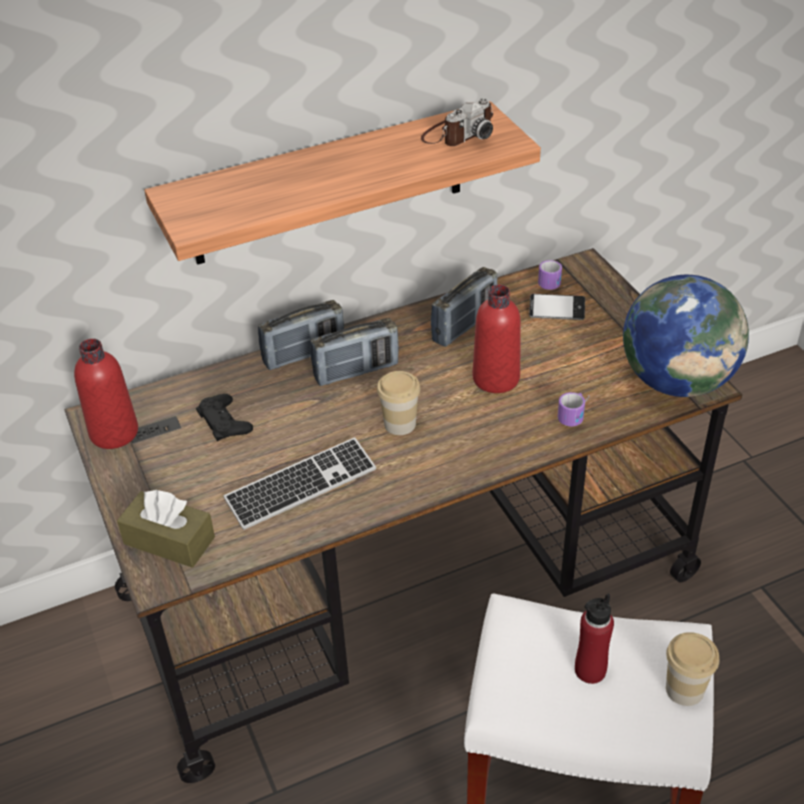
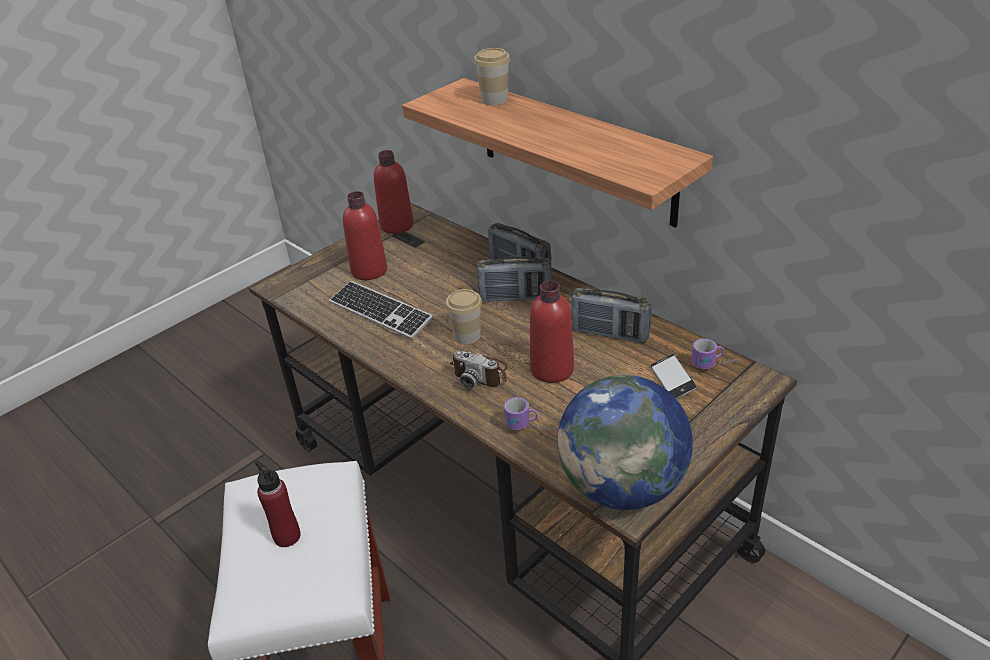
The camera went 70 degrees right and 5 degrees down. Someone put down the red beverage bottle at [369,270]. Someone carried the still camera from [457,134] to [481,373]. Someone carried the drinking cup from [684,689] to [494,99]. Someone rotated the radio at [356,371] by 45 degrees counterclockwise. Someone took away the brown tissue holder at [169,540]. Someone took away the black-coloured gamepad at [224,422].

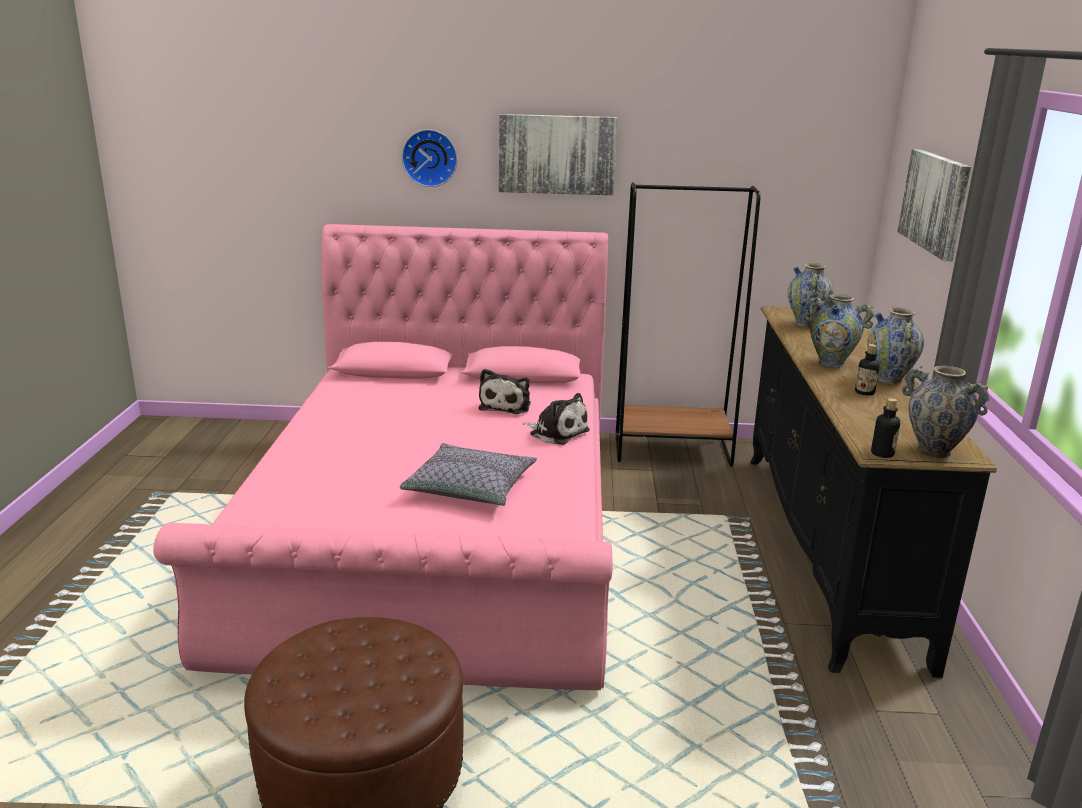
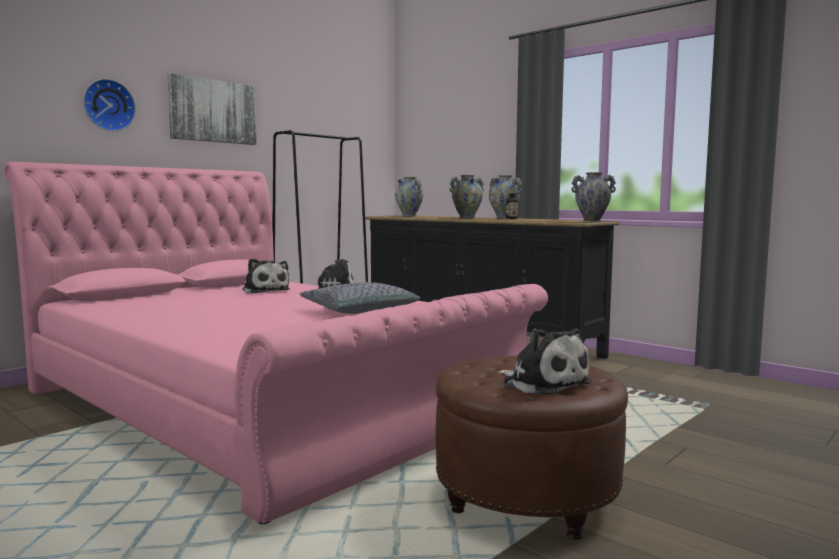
The camera went 50 degrees left and 15 degrees down. Someone put down the soft toy at [543,383]. Someone took away the beverage bottle at [882,453]. Someone took away the wall picture at [935,202].

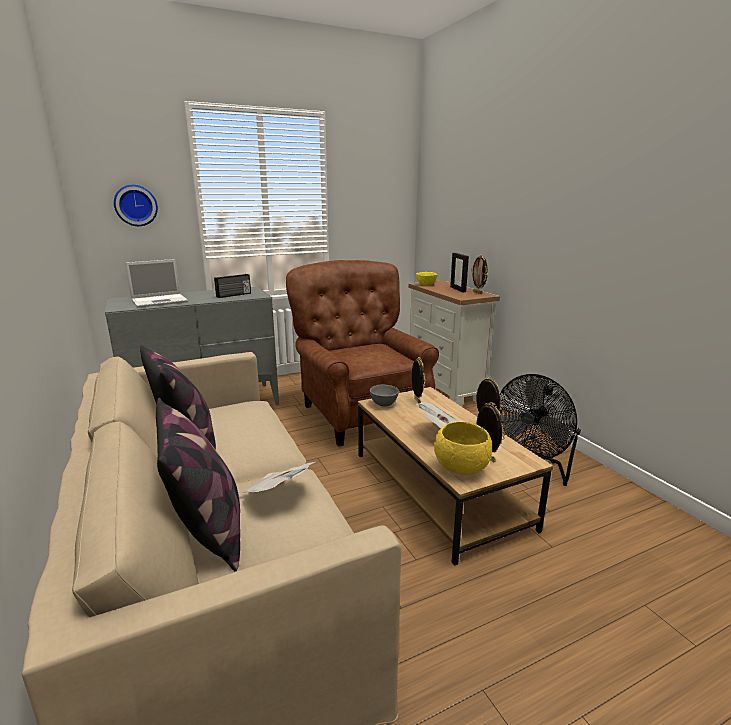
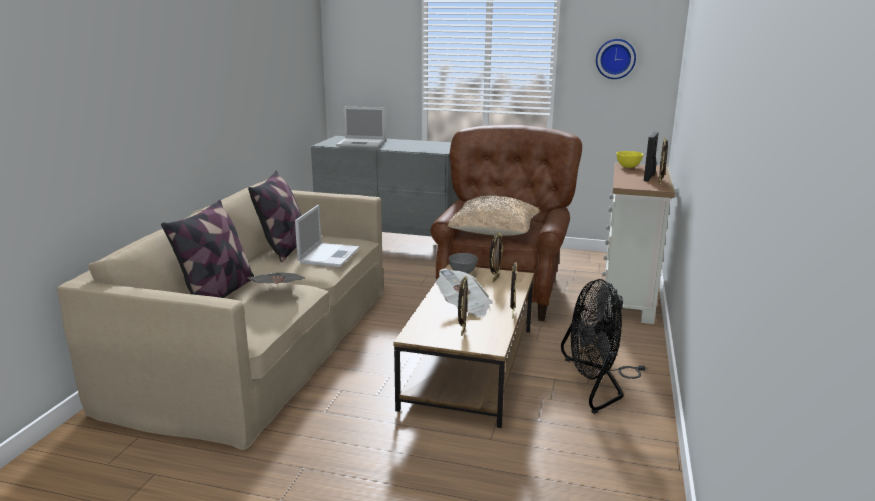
The camera went 40 degrees right and 0 degrees up. Someone put down the notebook computer at [329,255]. Someone put down the beige-coloured cushion at [494,229]. Someone carried the clock on the wall from [136,205] to [615,59]. Someone took away the radio at [234,295]. Someone took away the yellowish deep dish at [460,469].

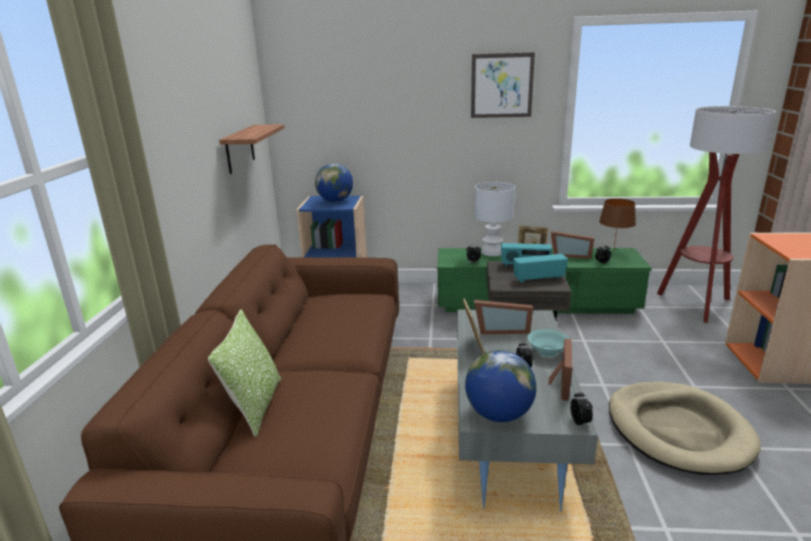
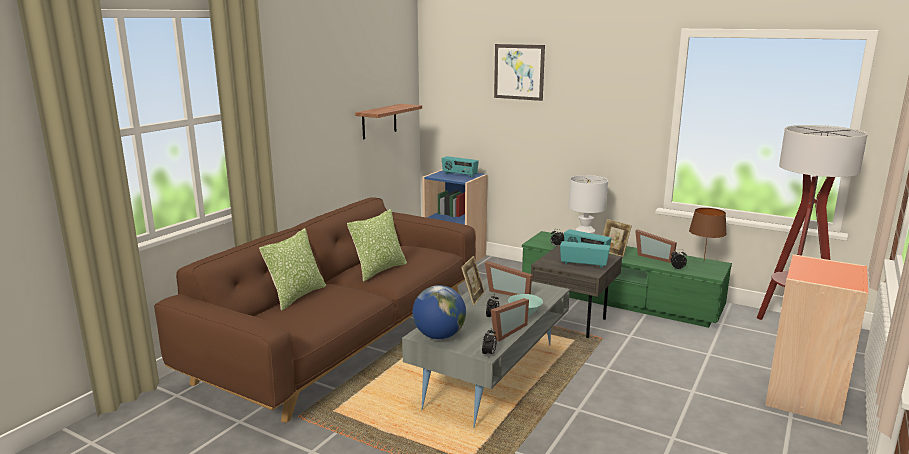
The camera went 25 degrees right and 5 degrees down. Someone put down the cushion at [379,270]. Someone swapped the globe at [335,201] for the radio at [459,175]. Someone carried the wall picture from [501,85] to [519,72]. Someone took away the beige-coloured dog cushion at [677,430].

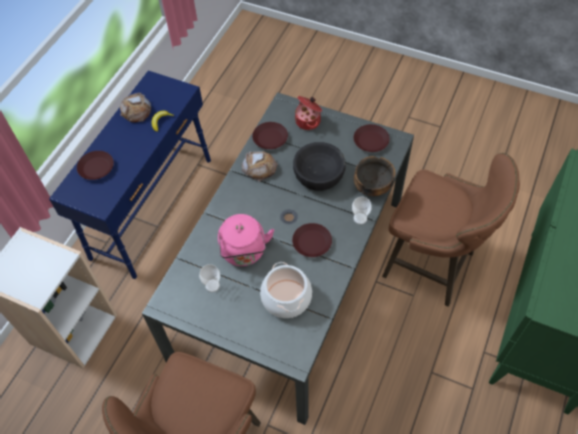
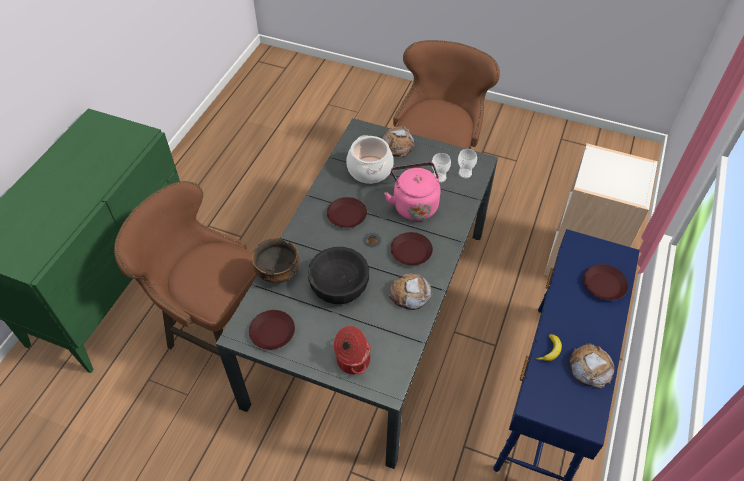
The camera went 175 degrees right and 5 degrees down. Someone put down the bread at [398,145]. Someone carried the brown flat dish from [270,138] to [411,251]. Someone carried the drinking cup from [360,218] to [465,173].

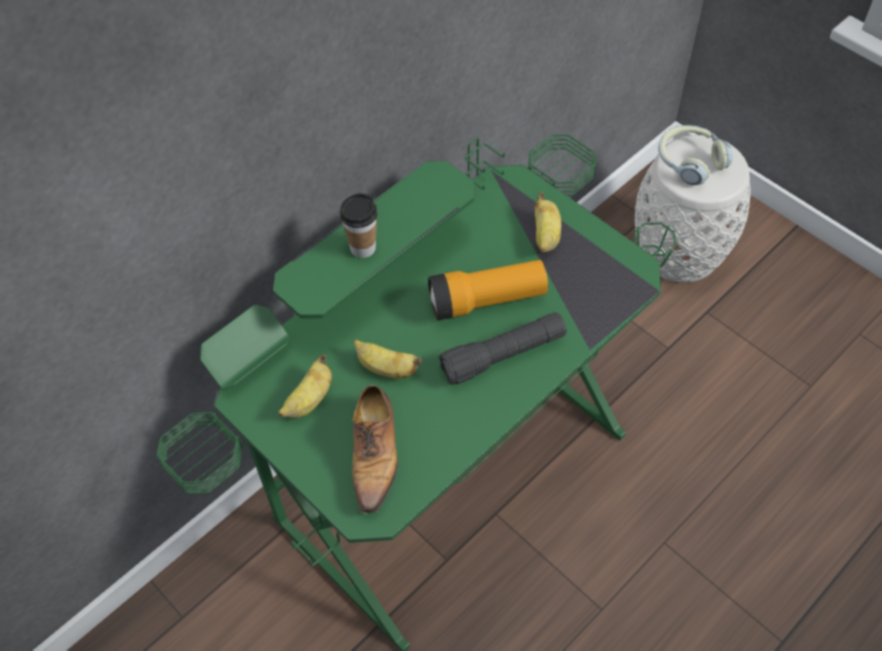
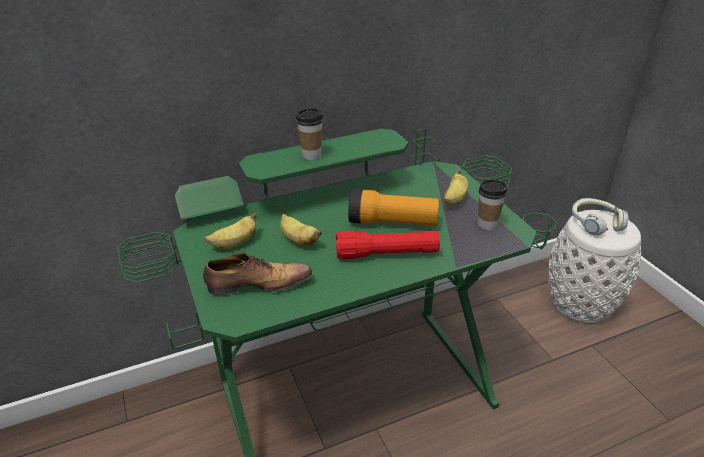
The camera went 20 degrees right and 20 degrees down. Someone rotated the shoe at [375,454] by 120 degrees counterclockwise. Someone repainted the black-coloured torch at [503,355], which became the red torch at [387,254]. Someone put down the drinking cup at [487,225].

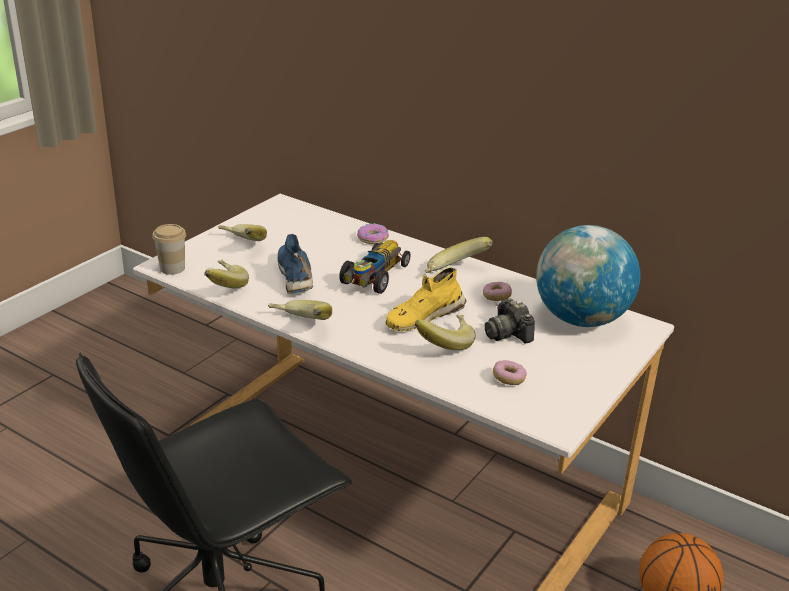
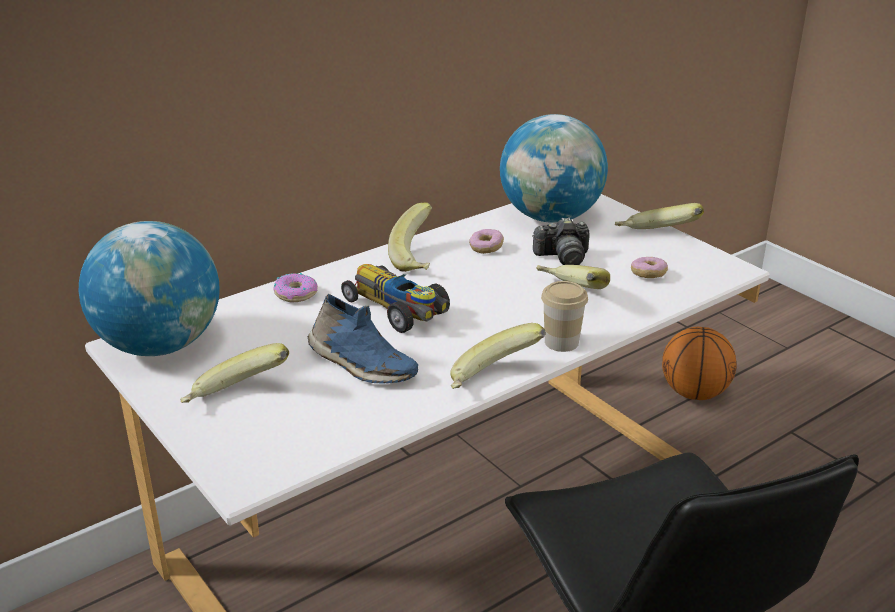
The camera went 70 degrees left and 0 degrees up. Someone put down the globe at [160,345]. Someone rotated the blue shoe at [296,276] by 150 degrees counterclockwise. Someone carried the drinking cup from [172,268] to [561,342]. Someone carried the banana fruit from [222,287] to [656,237]. Someone took away the yellowish shoe at [423,317].

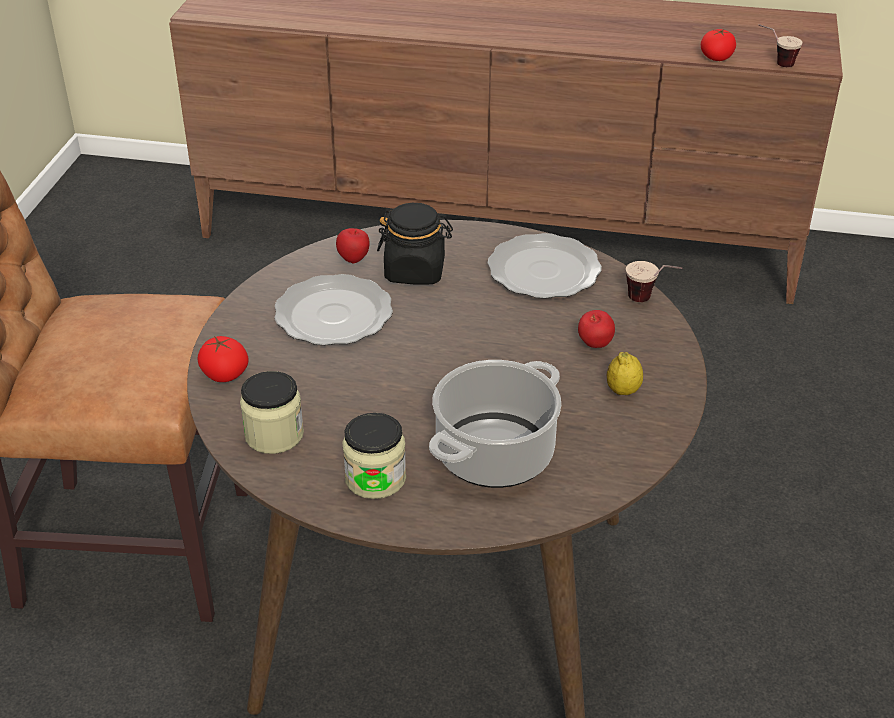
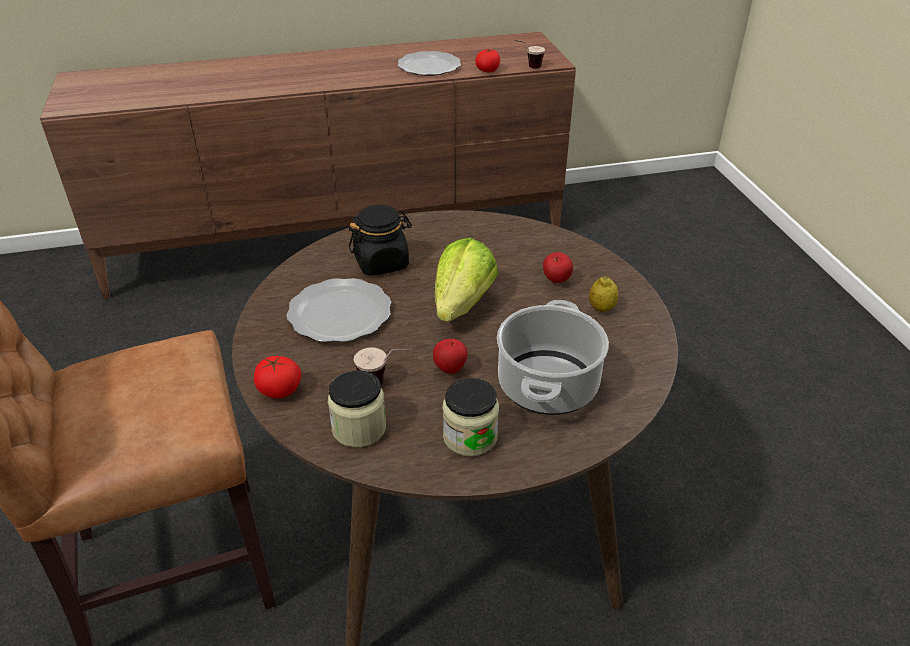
The camera went 25 degrees left and 0 degrees up. Someone carried the drinking cup from [650,301] to [384,384]. Someone carried the flat dish from [545,271] to [430,67]. Someone carried the apple from [354,260] to [450,369]. Someone put down the head of lettuce at [462,304].

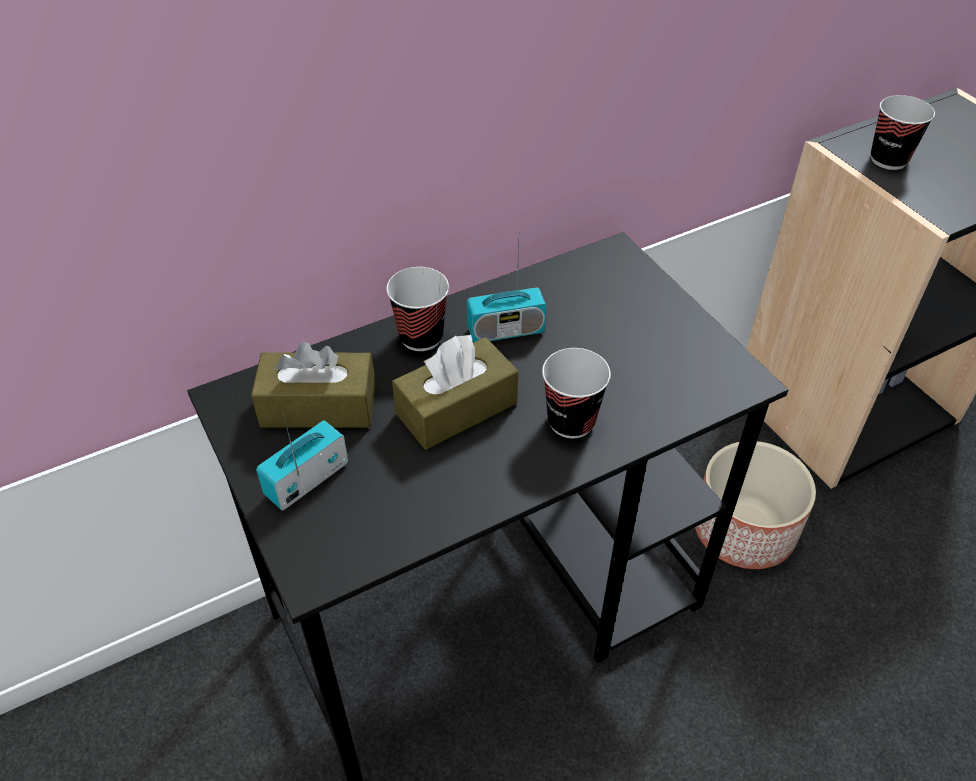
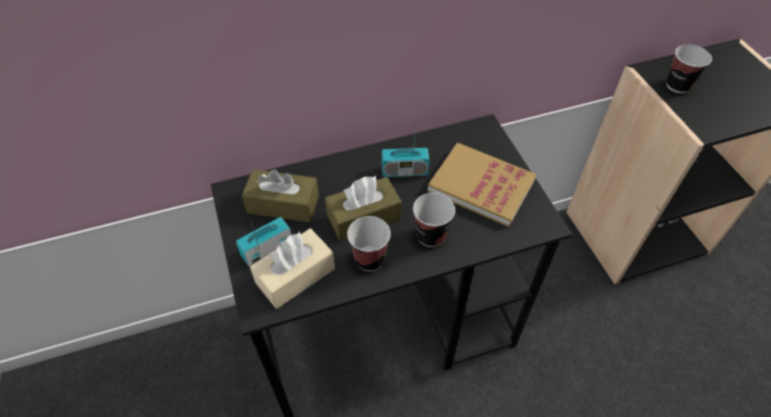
The camera went 10 degrees right and 5 degrees up. Someone put down the beige-coloured tissue holder at [295,276]. Someone carried the drinking cup from [421,337] to [369,259]. Someone put down the book at [481,186]. Someone took away the planter at [744,528].

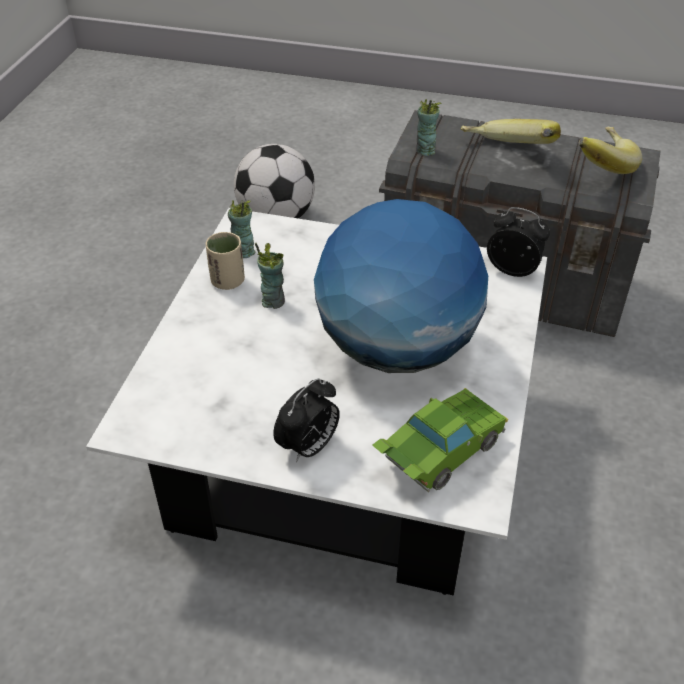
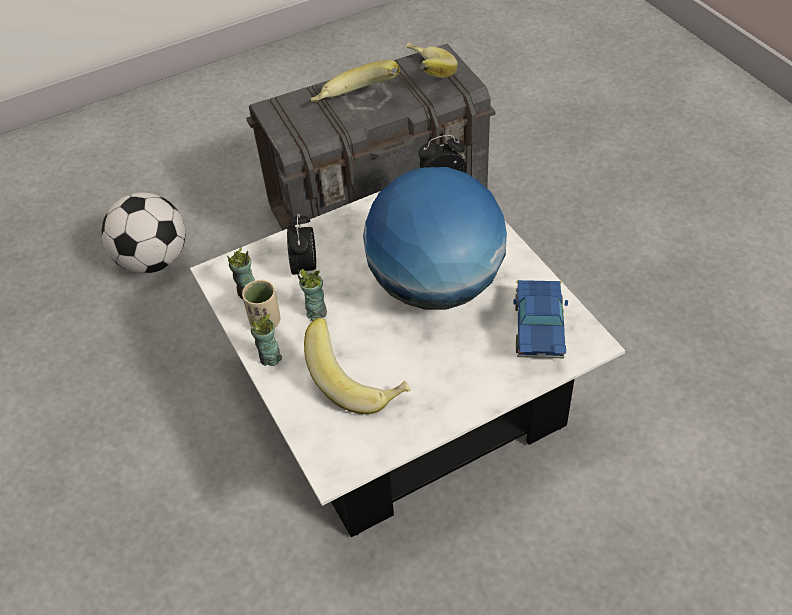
The camera went 40 degrees left and 5 degrees up. Someone carried the drinking cup from [425,150] to [270,358]. Someone carried the table clock from [308,447] to [305,268]. Someone put down the banana fruit at [358,382]. Someone repainted the greenish toy car at [438,455], which became the blue toy car at [538,333].

